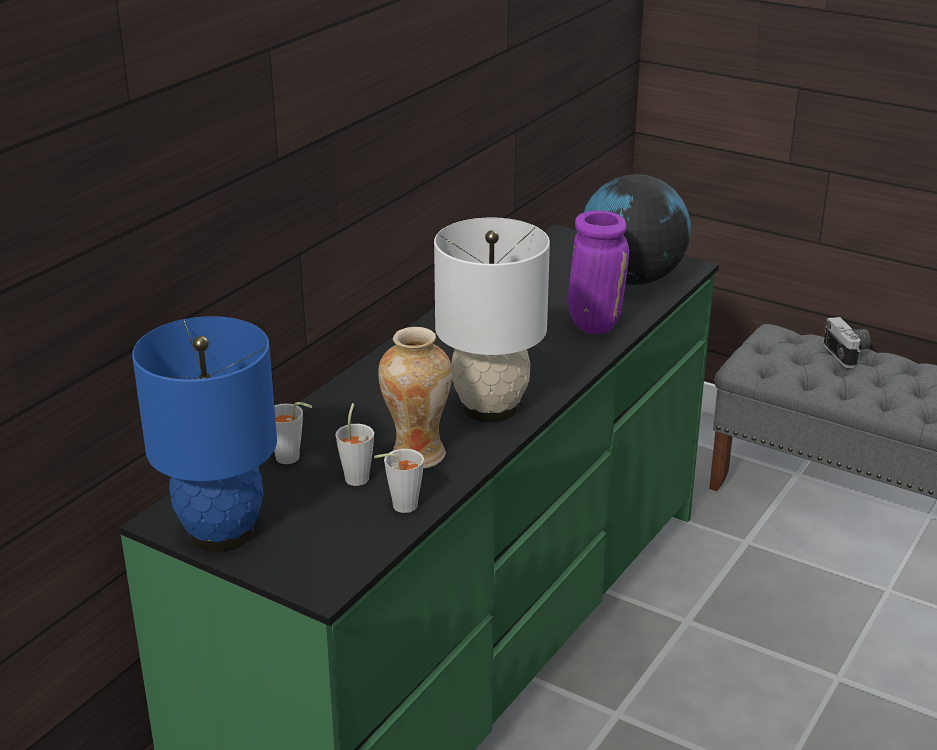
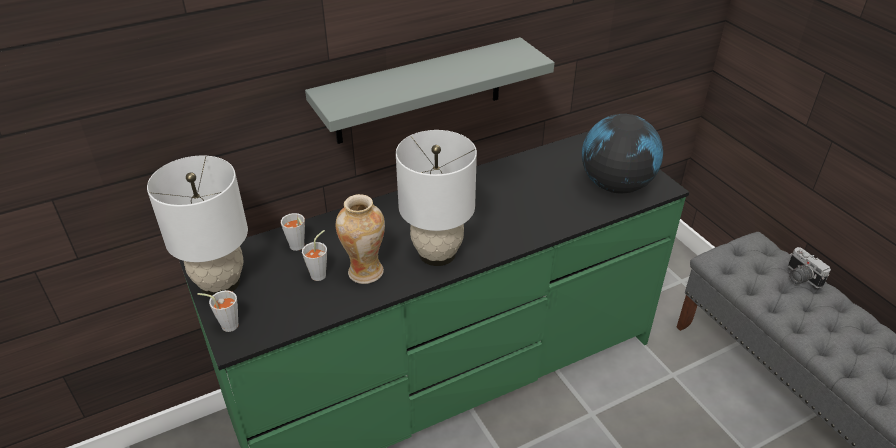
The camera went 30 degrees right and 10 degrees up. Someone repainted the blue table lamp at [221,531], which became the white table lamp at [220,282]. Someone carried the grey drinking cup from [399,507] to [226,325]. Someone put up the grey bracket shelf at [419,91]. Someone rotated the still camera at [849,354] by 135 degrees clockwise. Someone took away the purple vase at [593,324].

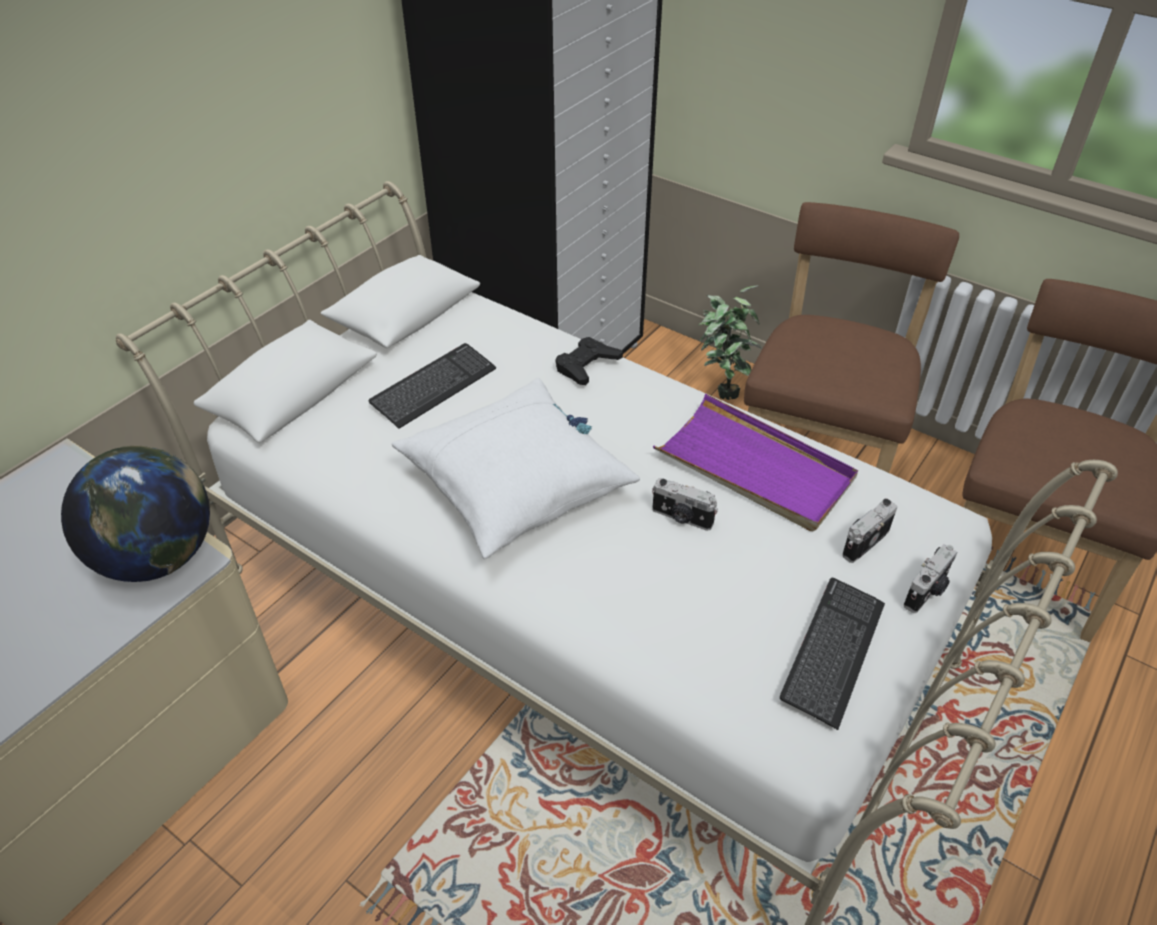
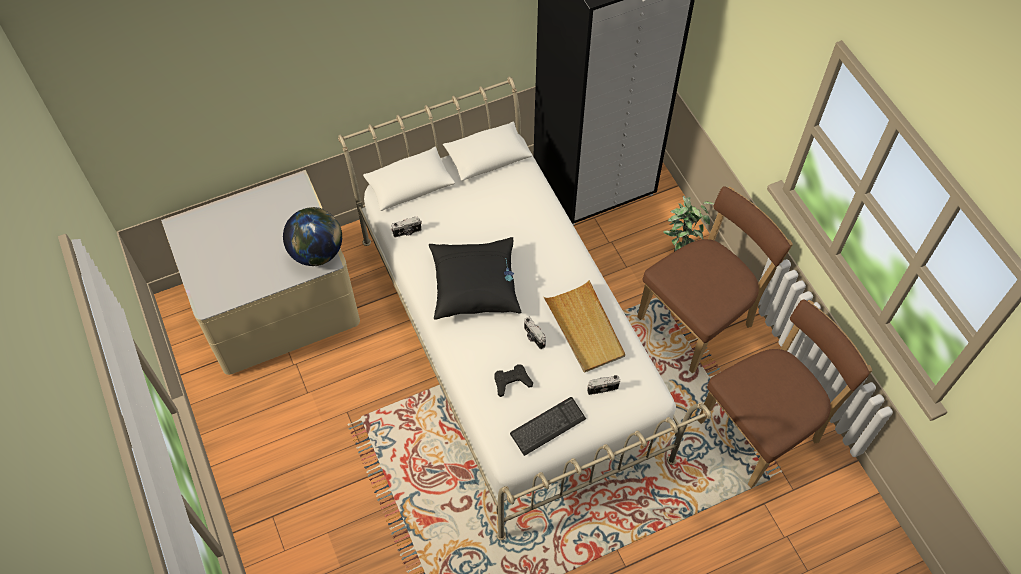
The camera went 30 degrees right and 15 degrees up. Someone carried the still camera from [927,592] to [407,232]. Someone repainted the white cushion at [515,486], which became the black-coloured cushion at [474,286]. Someone carried the black-coloured gamepad from [586,366] to [512,381]. Someone repainted the purple carrying tray at [754,468], which became the beige-coloured carrying tray at [585,328]. Someone took away the computer keyboard at [434,387].

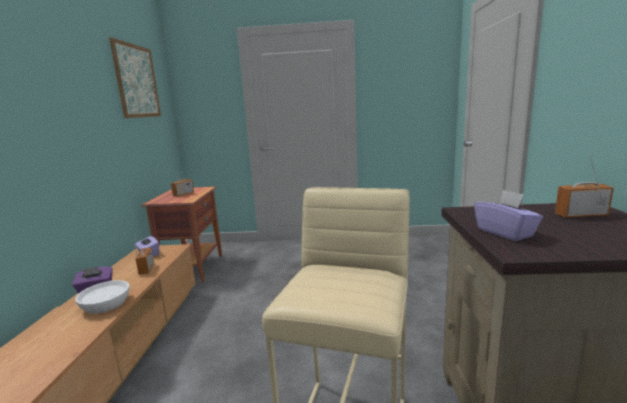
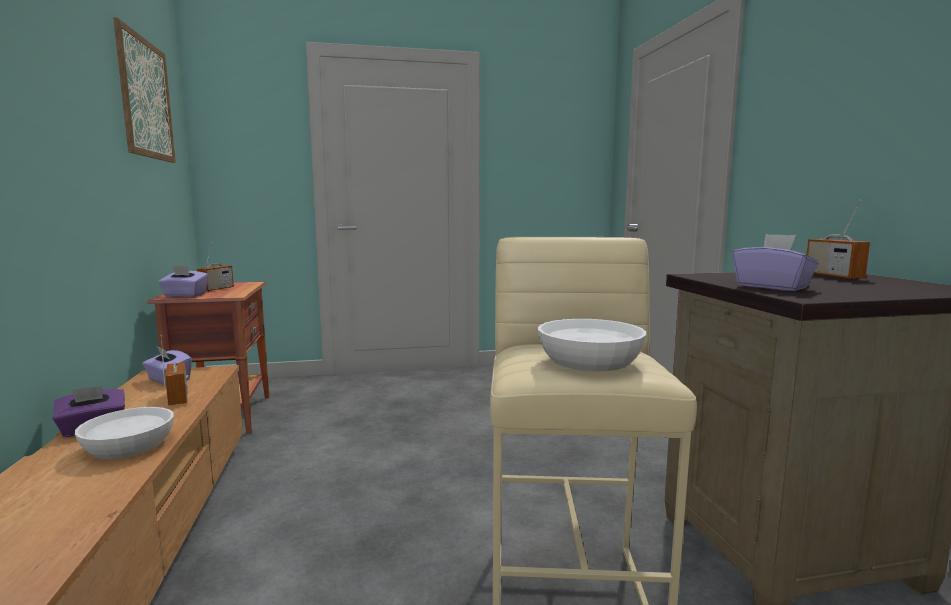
The camera went 15 degrees left and 5 degrees down. Someone put down the purple tissue holder at [185,295]. Someone put down the white deep dish at [588,361]. Someone rotated the radio at [581,215] by 90 degrees counterclockwise.

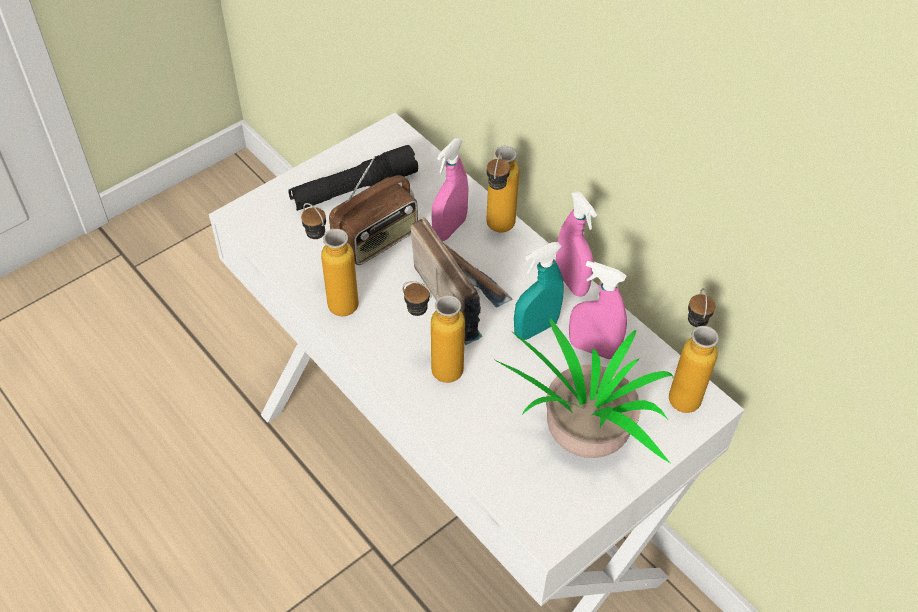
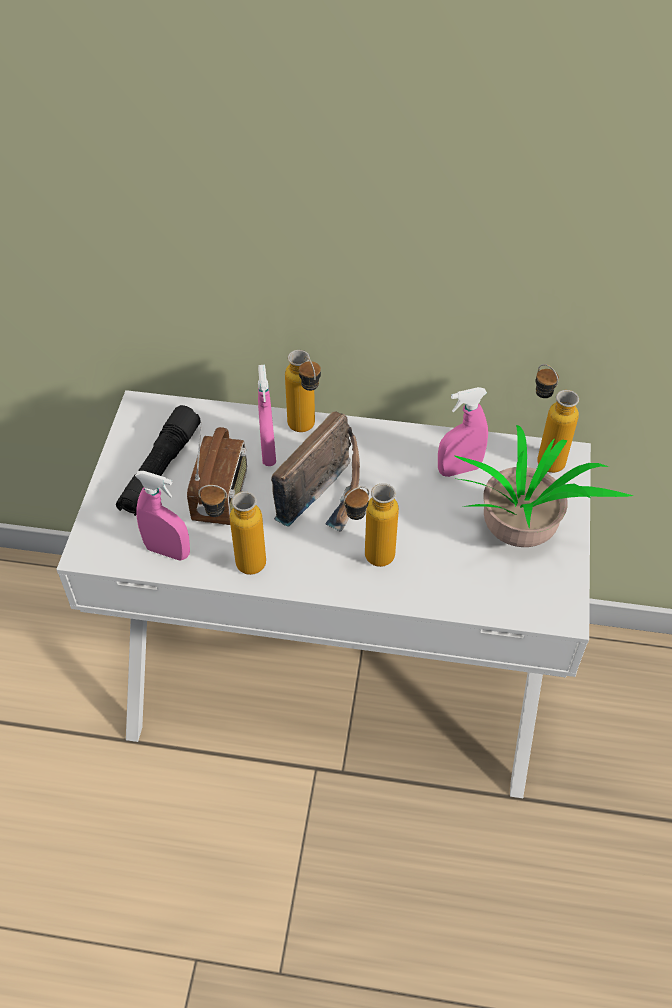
The camera went 40 degrees left and 0 degrees up. Someone carried the pinkish sprayer from [571,282] to [168,551]. Someone rotated the radio at [459,294] by 105 degrees clockwise. Someone took away the turquoise sprayer at [535,328].

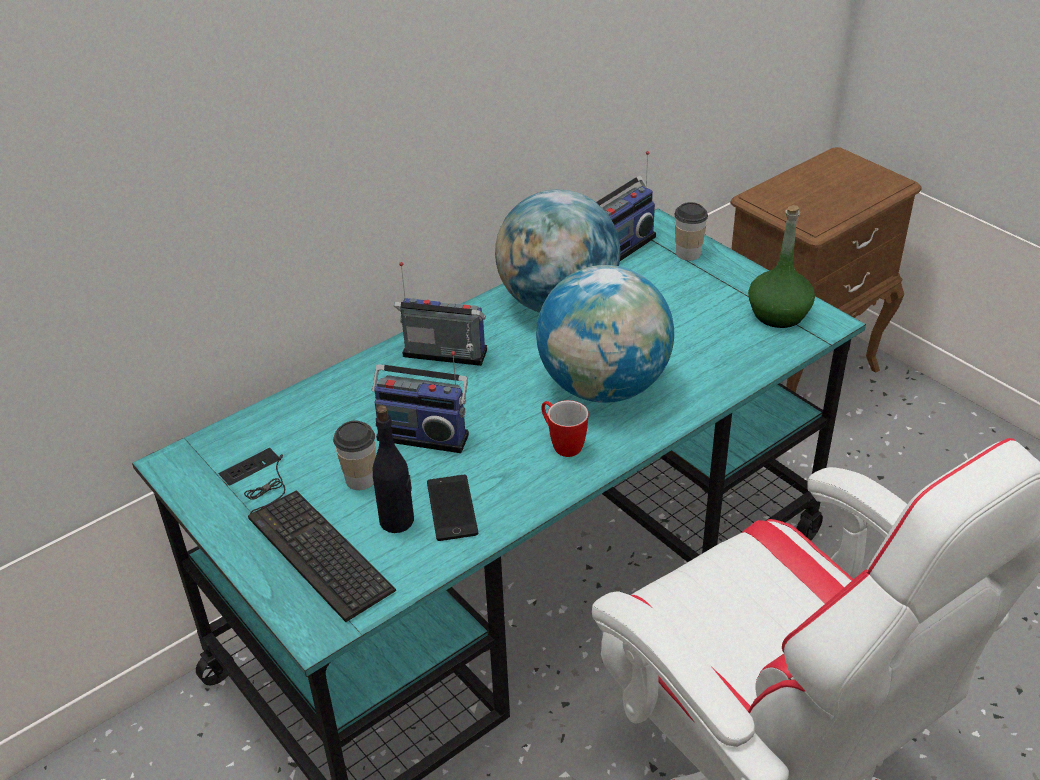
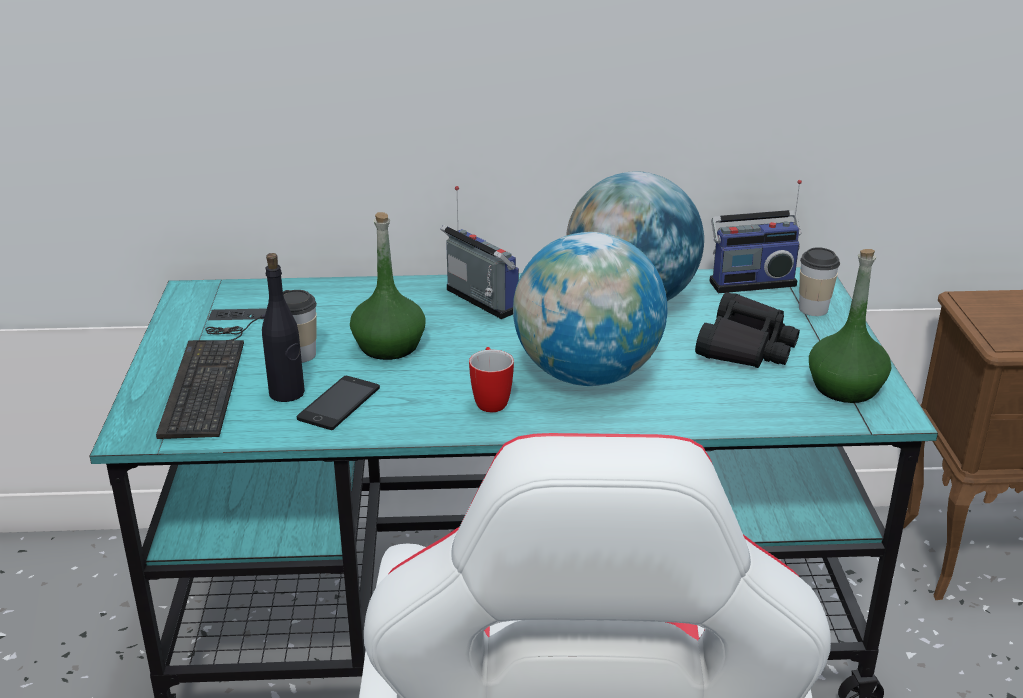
The camera went 35 degrees right and 10 degrees down. Someone swapped the radio at [424,434] for the greenish beverage bottle at [389,346]. Someone put down the black-coloured pair of binoculars at [746,346].

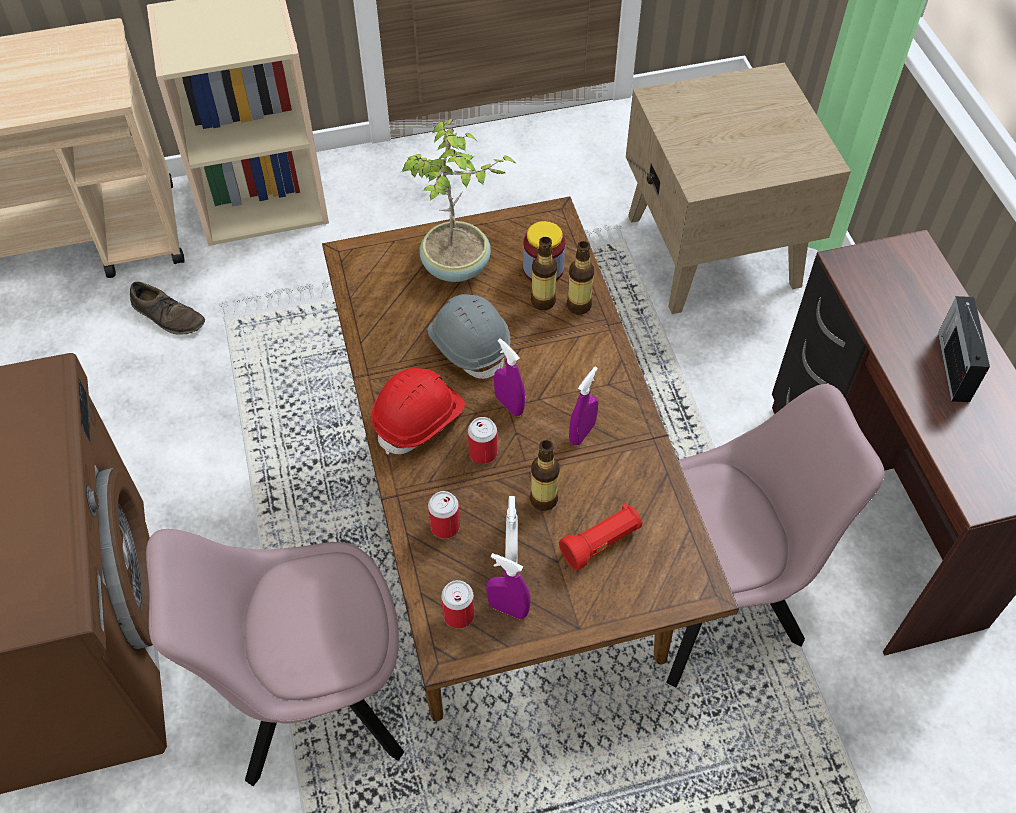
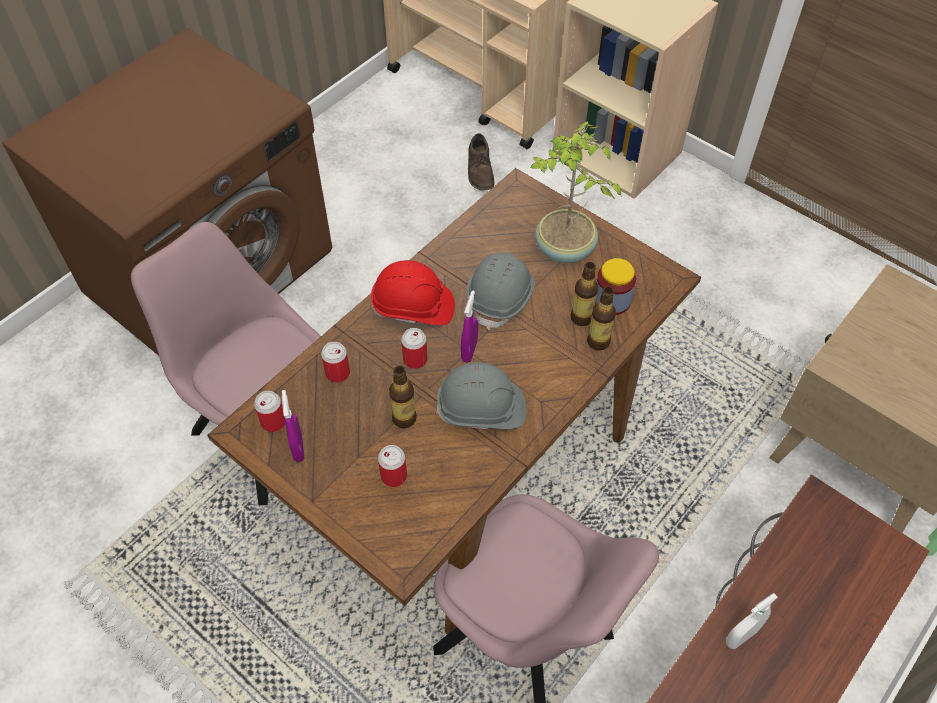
The camera went 55 degrees right and 0 degrees up. Someone swapped the red torch at [601,543] for the metal can at [394,476]. Someone swapped the purple sprayer at [582,433] for the grey hard hat at [481,409]. Someone carried the white sprayer from [511,556] to [740,636]. Someone took away the radio at [953,365].

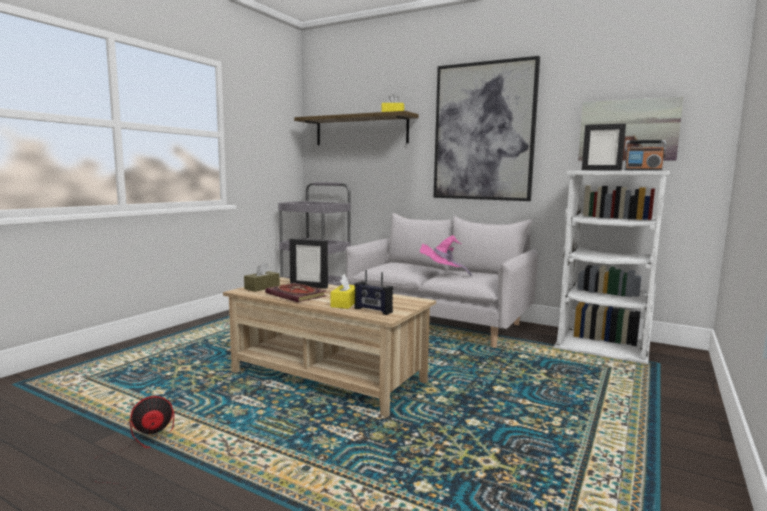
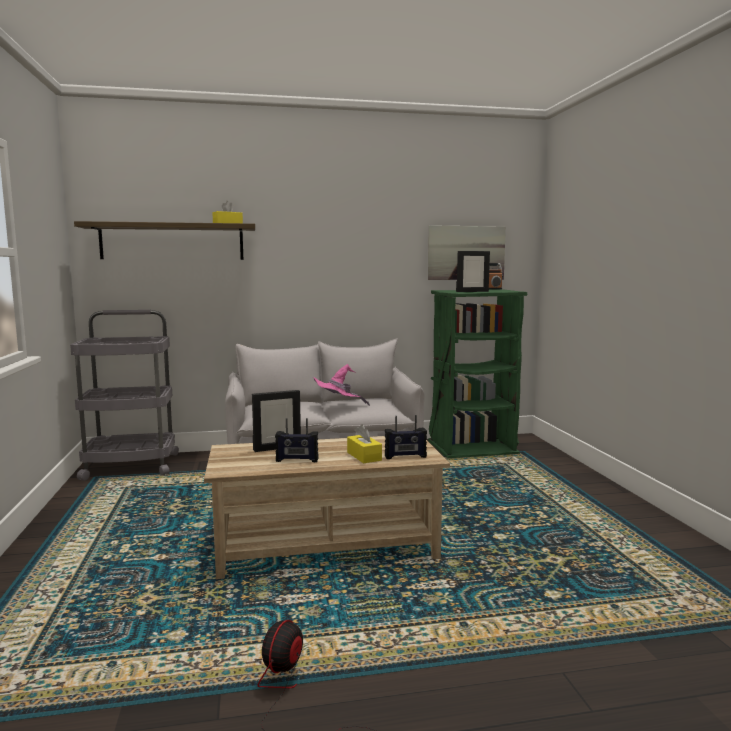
The camera went 40 degrees left and 0 degrees up. Someone swapped the book at [297,295] for the radio at [297,460]. Someone repainted the white shelving unit at [603,346], which became the greenish shelving unit at [472,447]. Someone took away the brown tissue holder at [262,287]. Someone took away the wall picture at [483,132].

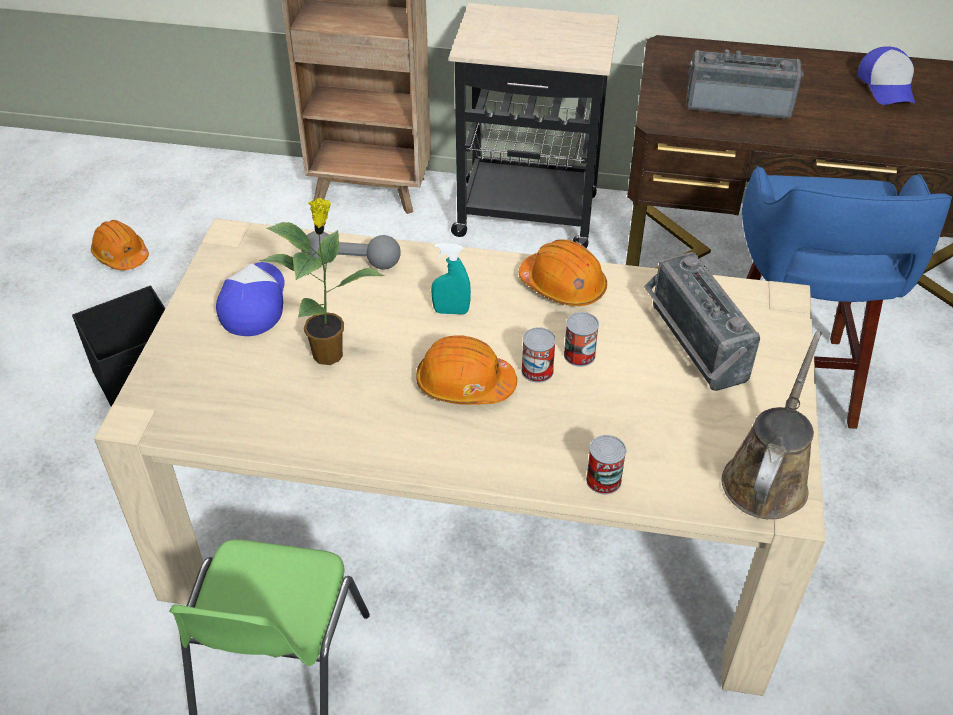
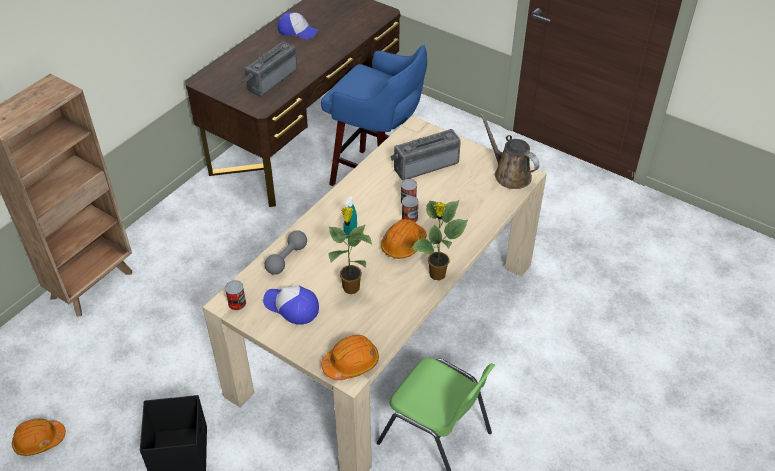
The camera went 65 degrees left and 0 degrees up. Someone carried the metal can from [603,480] to [237,303]. Someone carried the orange hard hat from [563,286] to [351,363]. Someone rotated the radio at [691,345] by 150 degrees clockwise. Someone put down the houseplant at [437,275]. Someone took away the trolley at [529,215].

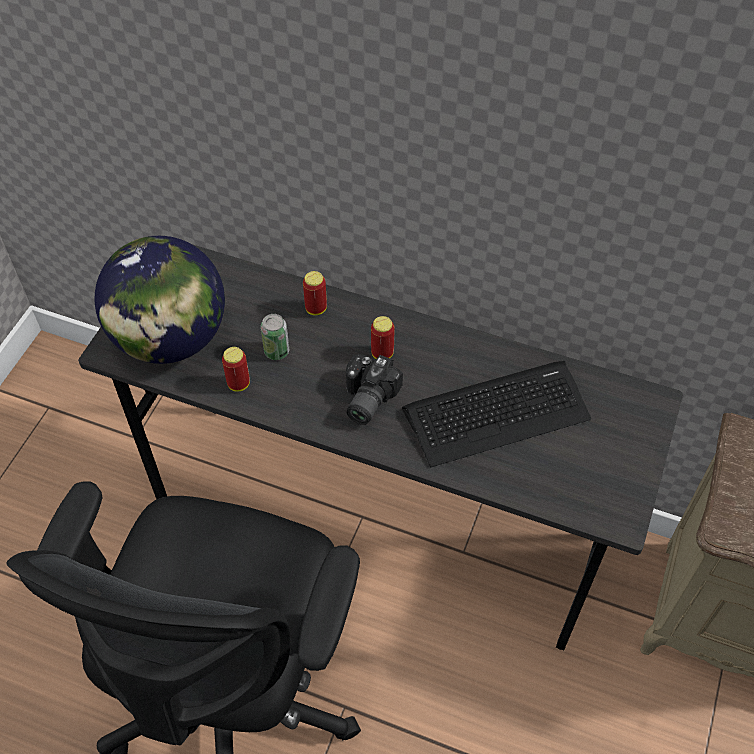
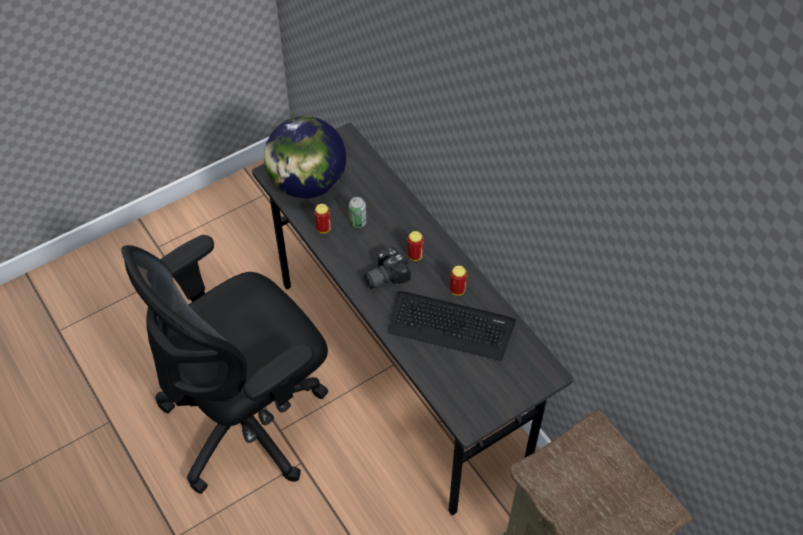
The camera went 35 degrees right and 0 degrees up. Someone carried the metal can from [316,308] to [457,290].

